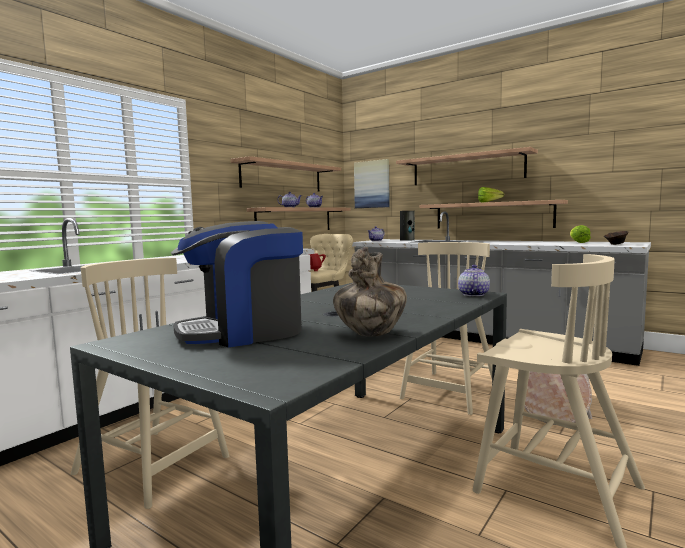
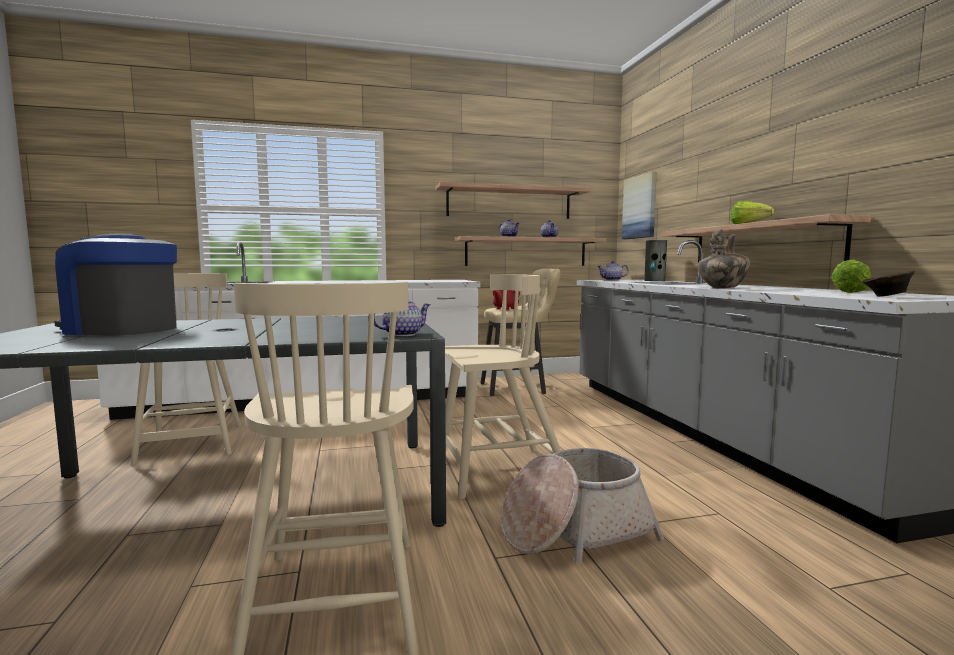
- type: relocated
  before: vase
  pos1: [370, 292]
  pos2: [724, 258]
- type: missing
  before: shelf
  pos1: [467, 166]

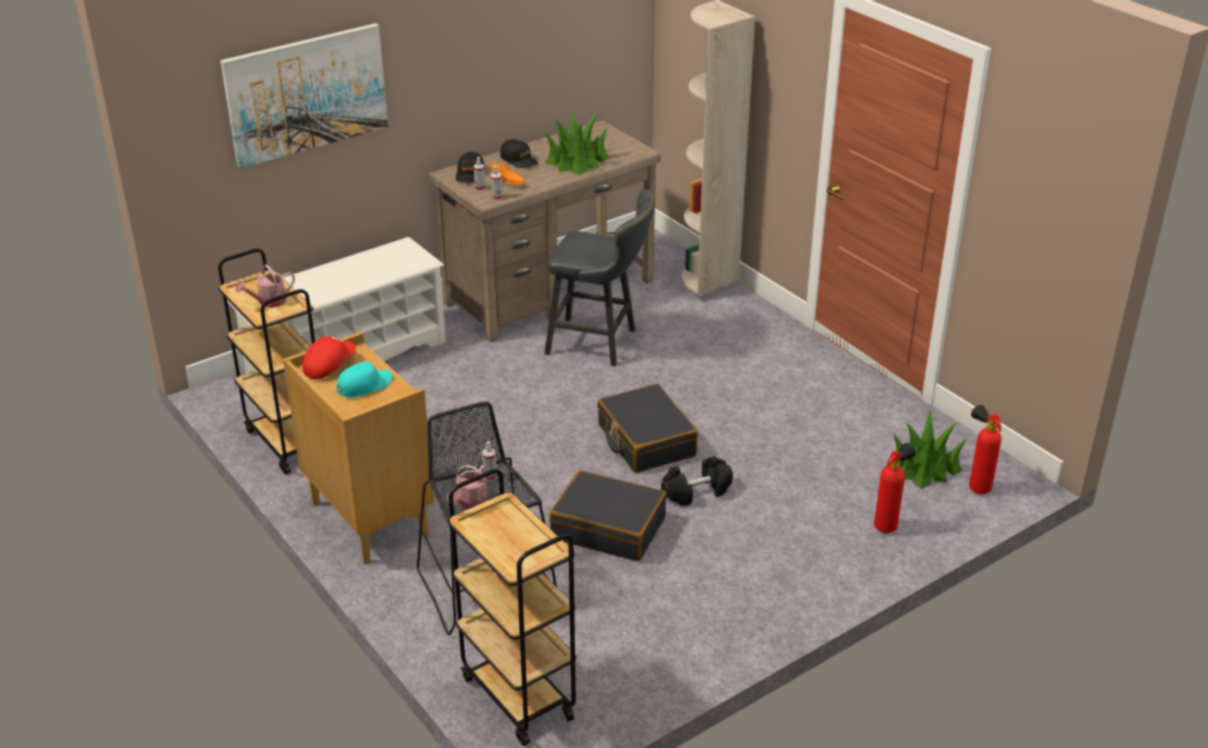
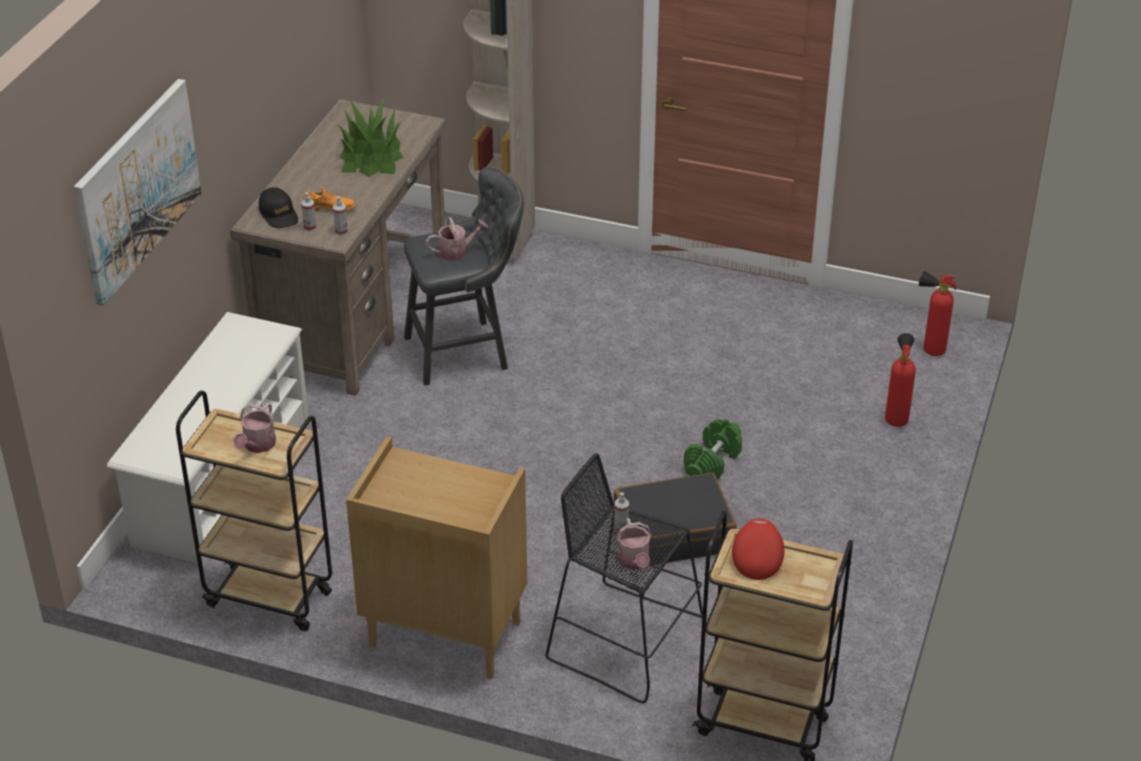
- type: relocated
  before: cap/red
  pos1: [329, 357]
  pos2: [758, 549]
- type: missing
  before: cap/turquoise
  pos1: [364, 380]
- type: missing
  before: cap/black
  pos1: [519, 153]
- type: missing
  before: suitcase/black
  pos1: [647, 428]
- type: colour
  before: dumbbell/black
  after: dumbbell/green
  pos1: [697, 481]
  pos2: [713, 449]
- type: missing
  before: potted plant
  pos1: [930, 449]
- type: appeared
  after: watering can
  pos2: [457, 238]

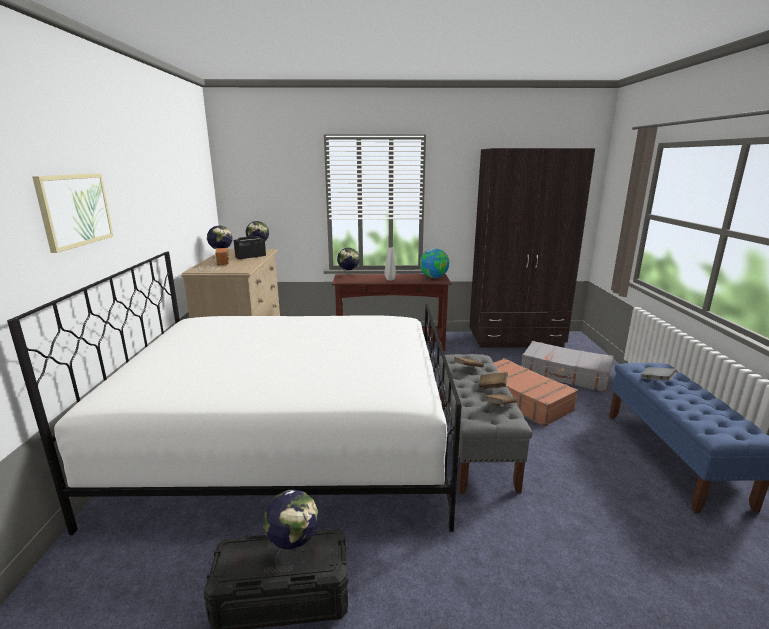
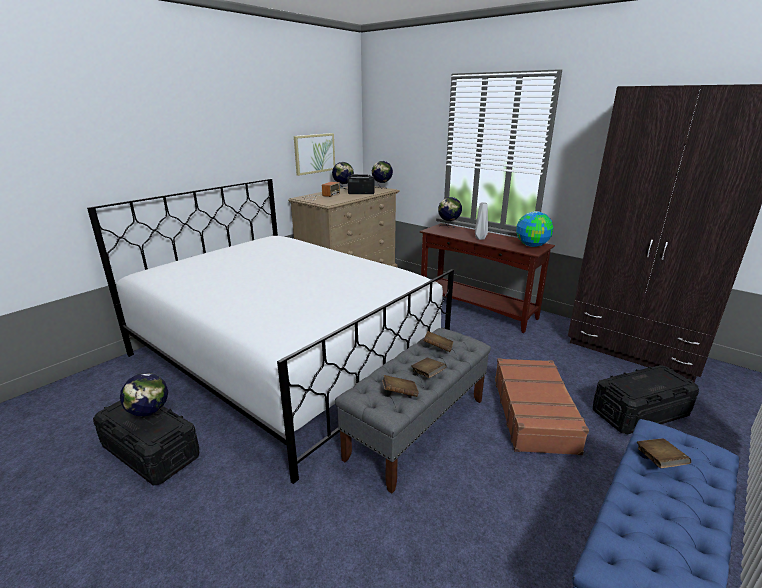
- type: relocated
  before: picture
  pos1: [73, 213]
  pos2: [314, 154]
- type: exchanged
  before: suitcase/grey
  after: storage box/black
  pos1: [567, 366]
  pos2: [646, 400]
- type: colour
  before: book/grey
  after: book/brown
  pos1: [659, 374]
  pos2: [664, 453]

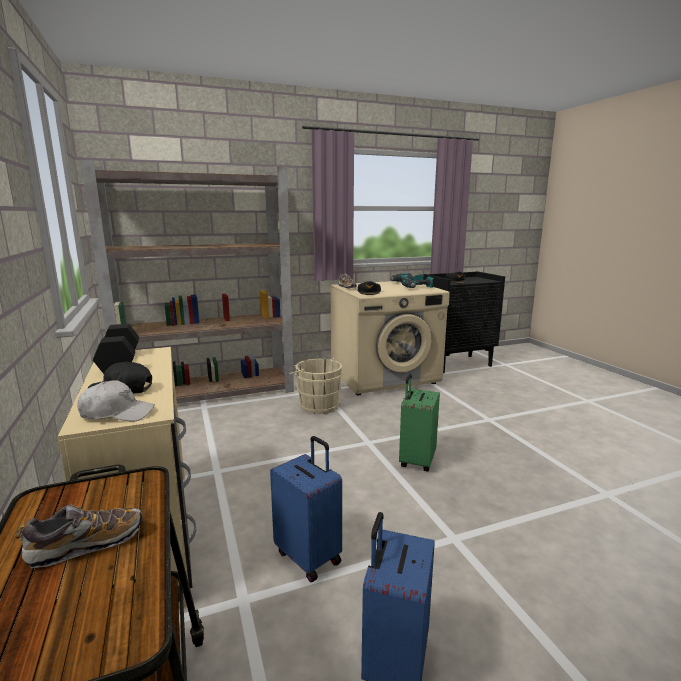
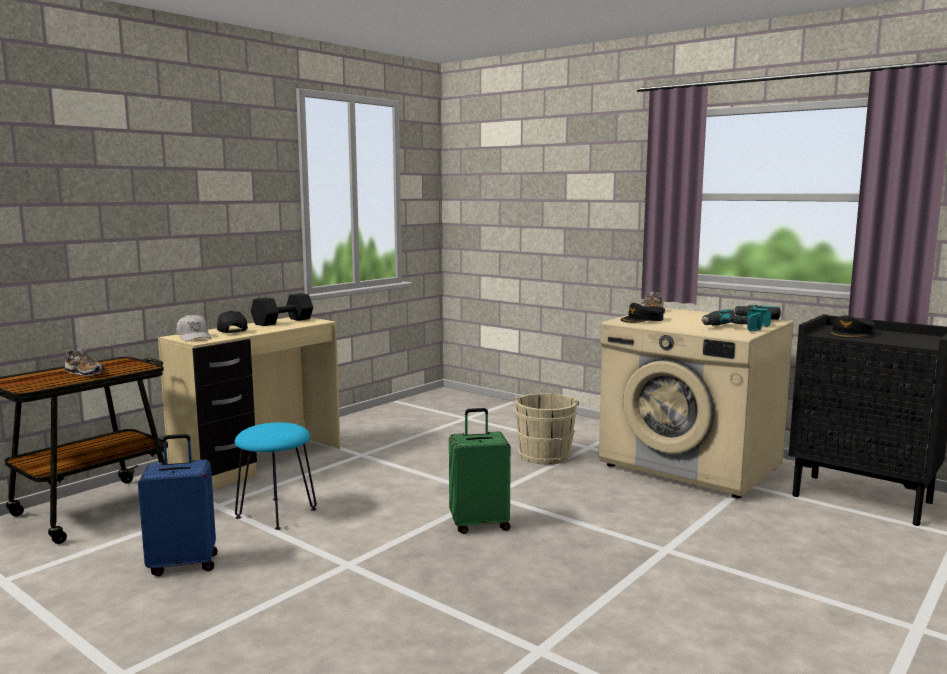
- type: missing
  before: bookcase/brown
  pos1: [187, 282]
- type: exchanged
  before: suitcase/blue
  after: stool/turquoise
  pos1: [306, 509]
  pos2: [276, 476]

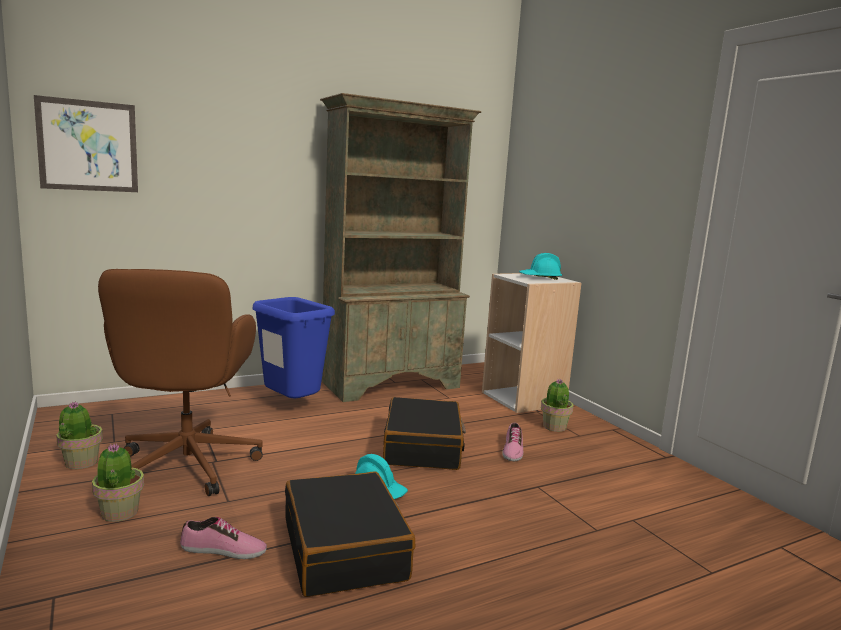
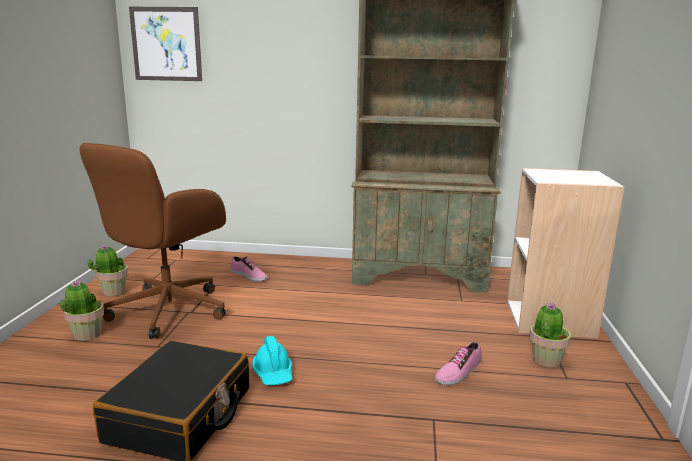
- type: relocated
  before: shoe
  pos1: [223, 538]
  pos2: [249, 268]
- type: missing
  before: trash can/blue
  pos1: [293, 347]
- type: missing
  before: suitcase/black
  pos1: [424, 433]
- type: missing
  before: hard hat/turquoise
  pos1: [540, 266]

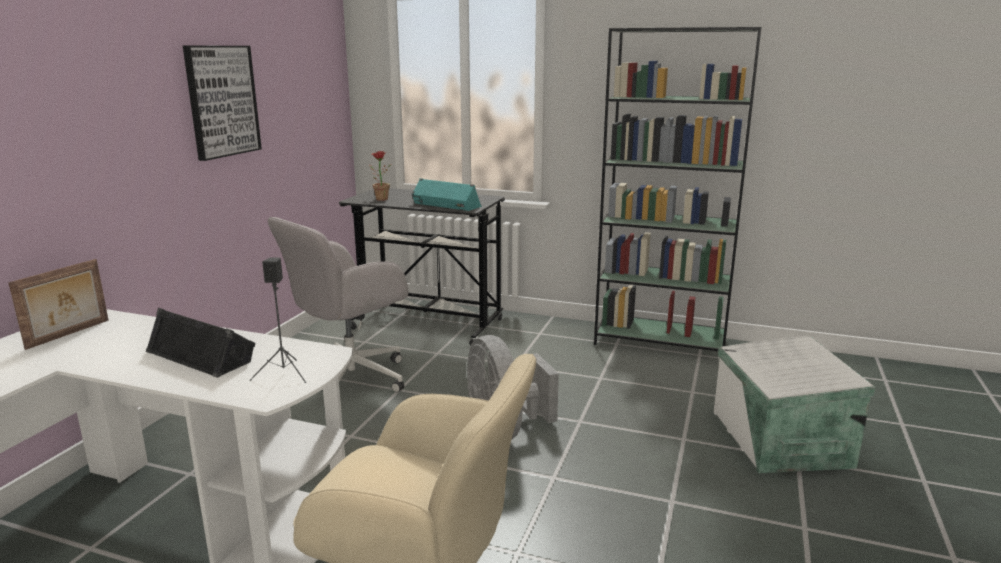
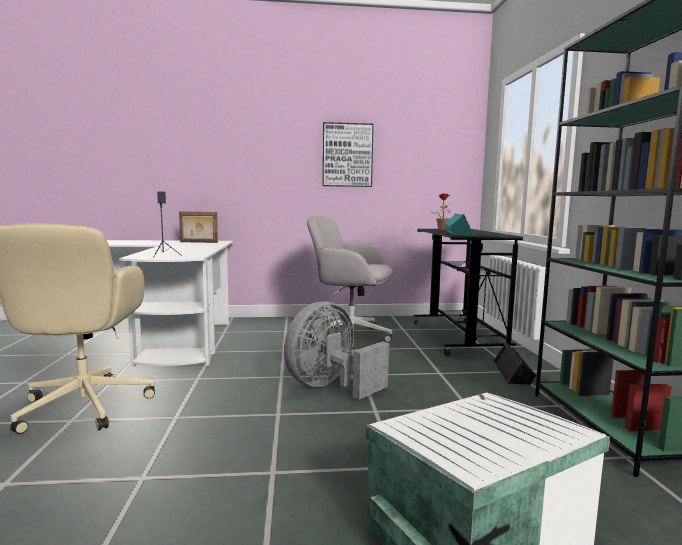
- type: relocated
  before: speaker/black
  pos1: [200, 343]
  pos2: [514, 363]

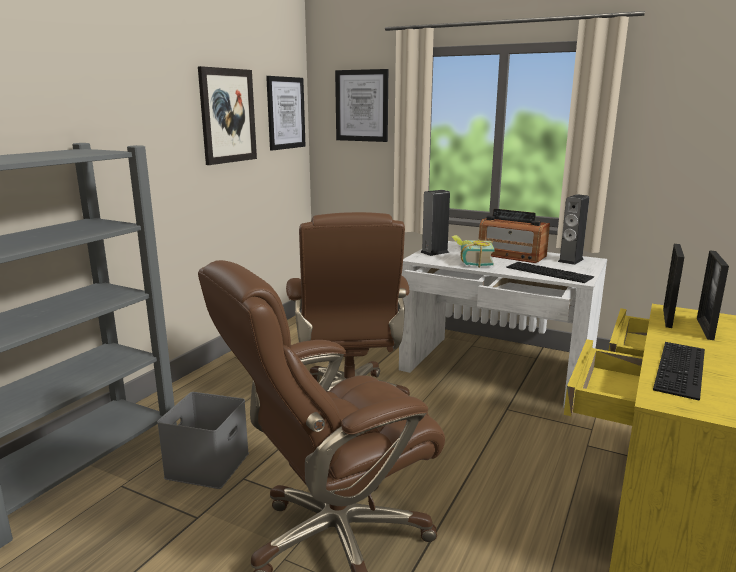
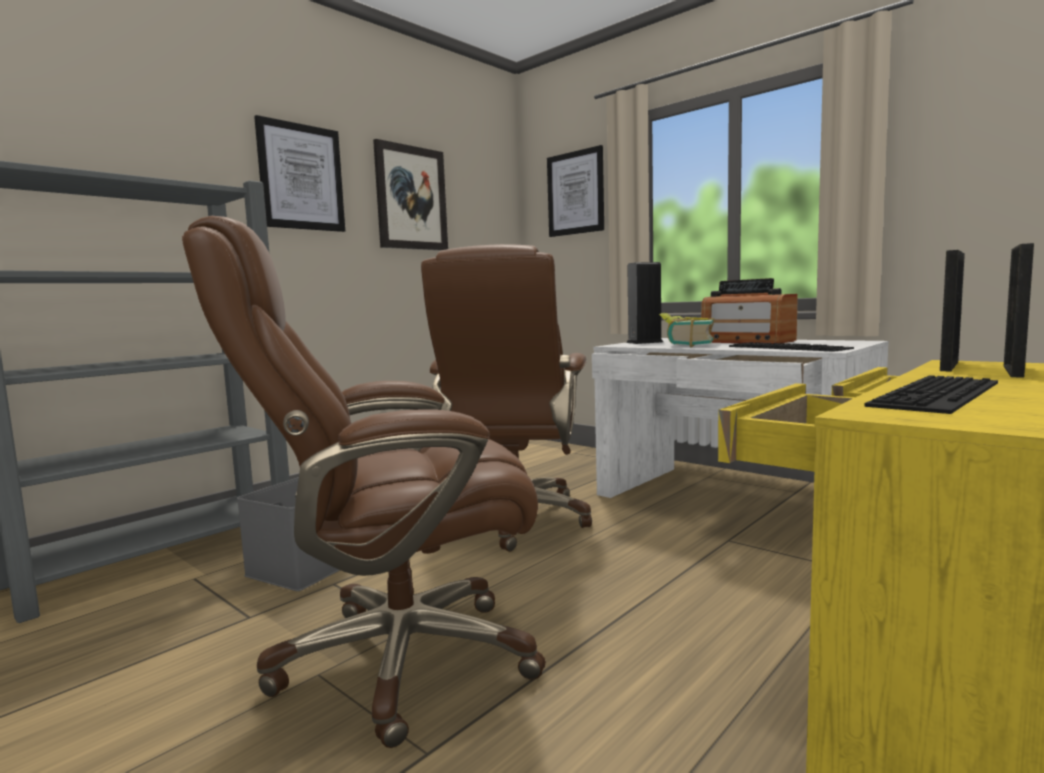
- type: relocated
  before: picture
  pos1: [286, 113]
  pos2: [299, 173]
- type: missing
  before: speaker
  pos1: [573, 229]

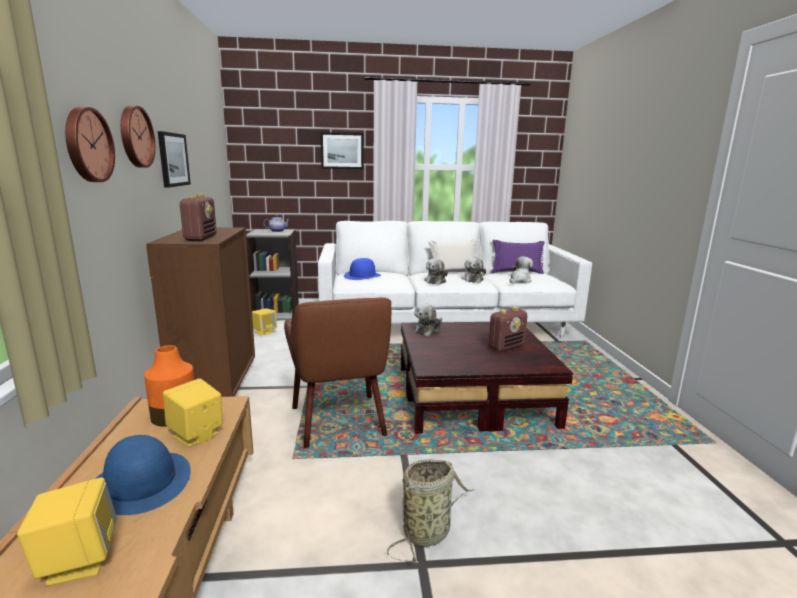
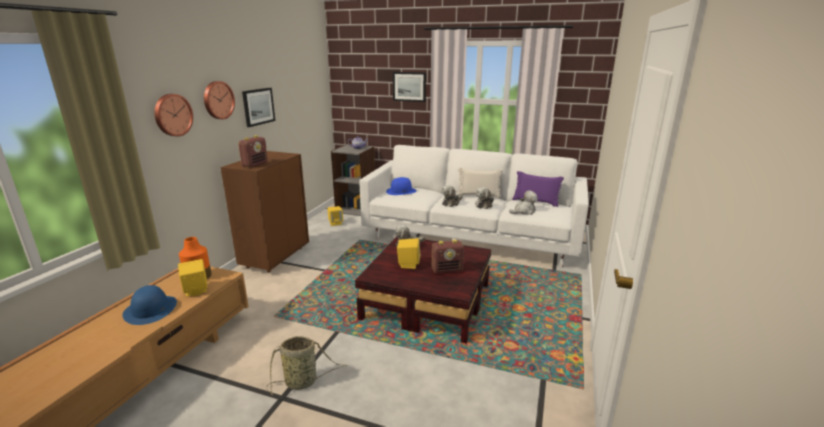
- type: relocated
  before: speaker/yellow
  pos1: [67, 531]
  pos2: [409, 253]
- type: missing
  before: armchair/brown
  pos1: [337, 372]

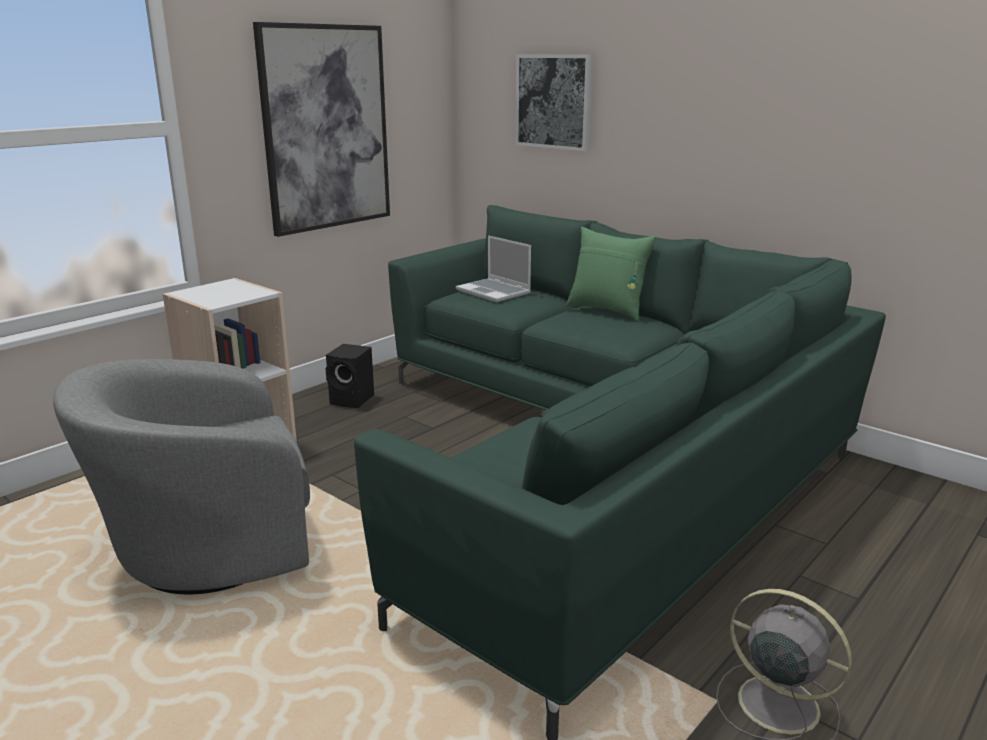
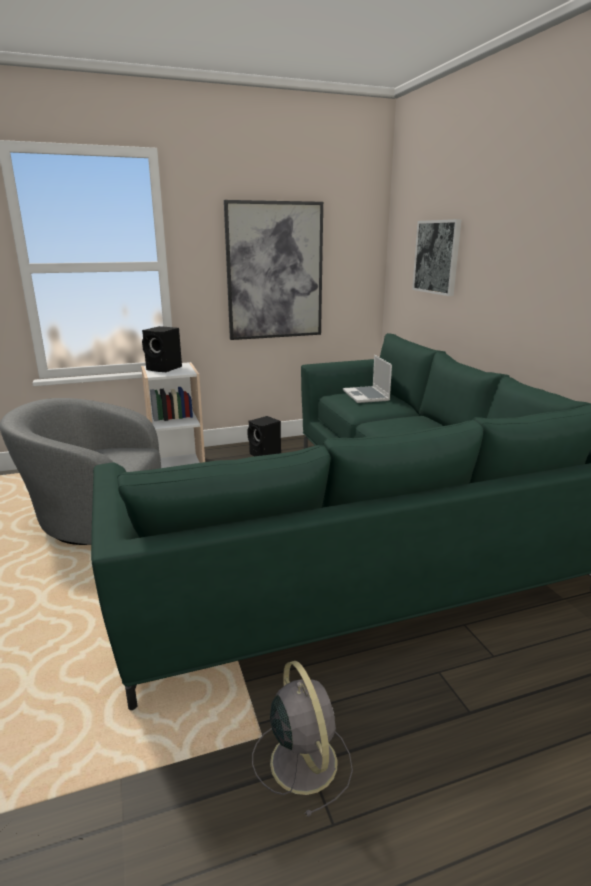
- type: missing
  before: pillow/green
  pos1: [610, 274]
- type: appeared
  after: speaker/black
  pos2: [162, 349]

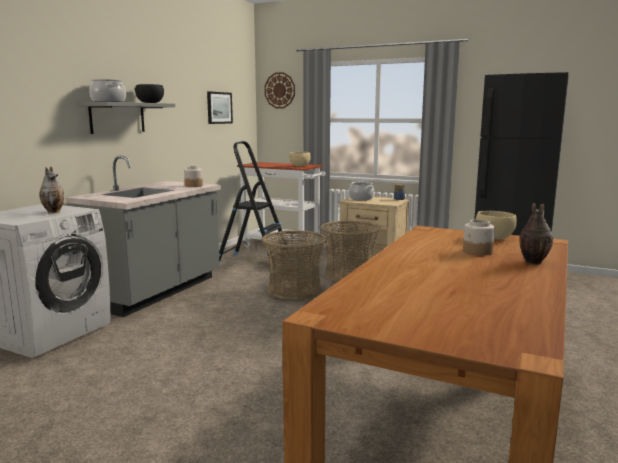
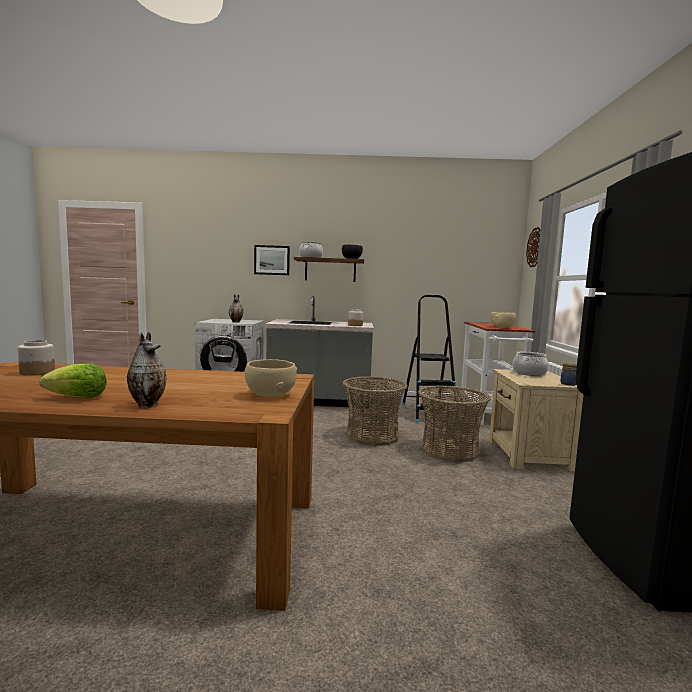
- type: colour
  before: shelf/grey
  after: shelf/brown
  pos1: [126, 118]
  pos2: [329, 269]
- type: relocated
  before: picture
  pos1: [220, 107]
  pos2: [272, 260]
- type: relocated
  before: jar
  pos1: [479, 237]
  pos2: [36, 358]
- type: appeared
  after: lettuce
  pos2: [73, 380]

